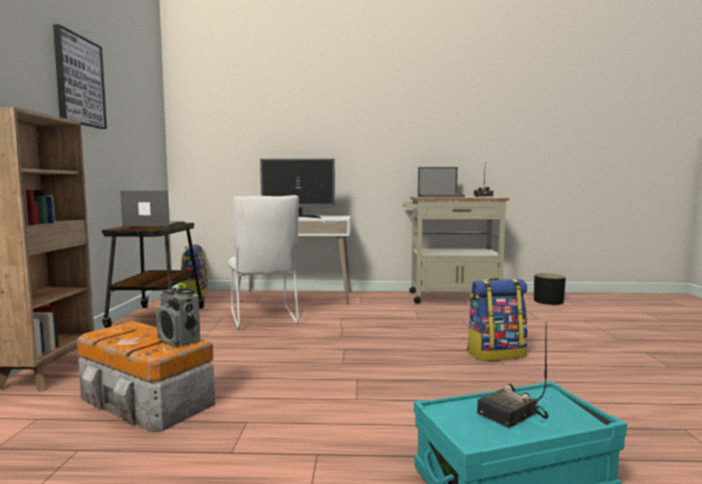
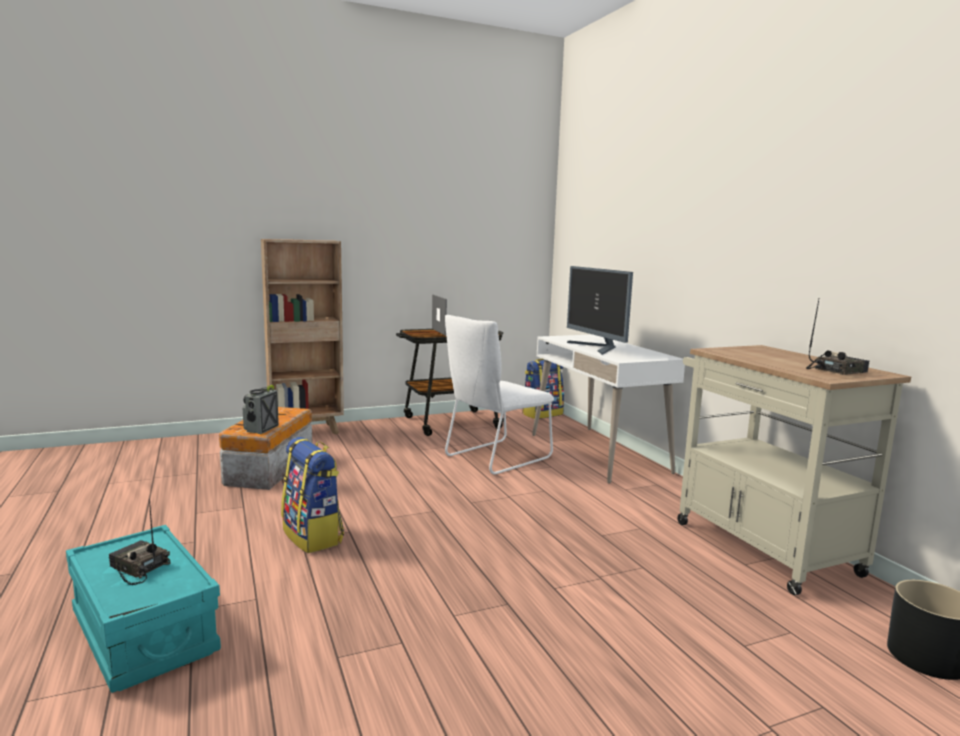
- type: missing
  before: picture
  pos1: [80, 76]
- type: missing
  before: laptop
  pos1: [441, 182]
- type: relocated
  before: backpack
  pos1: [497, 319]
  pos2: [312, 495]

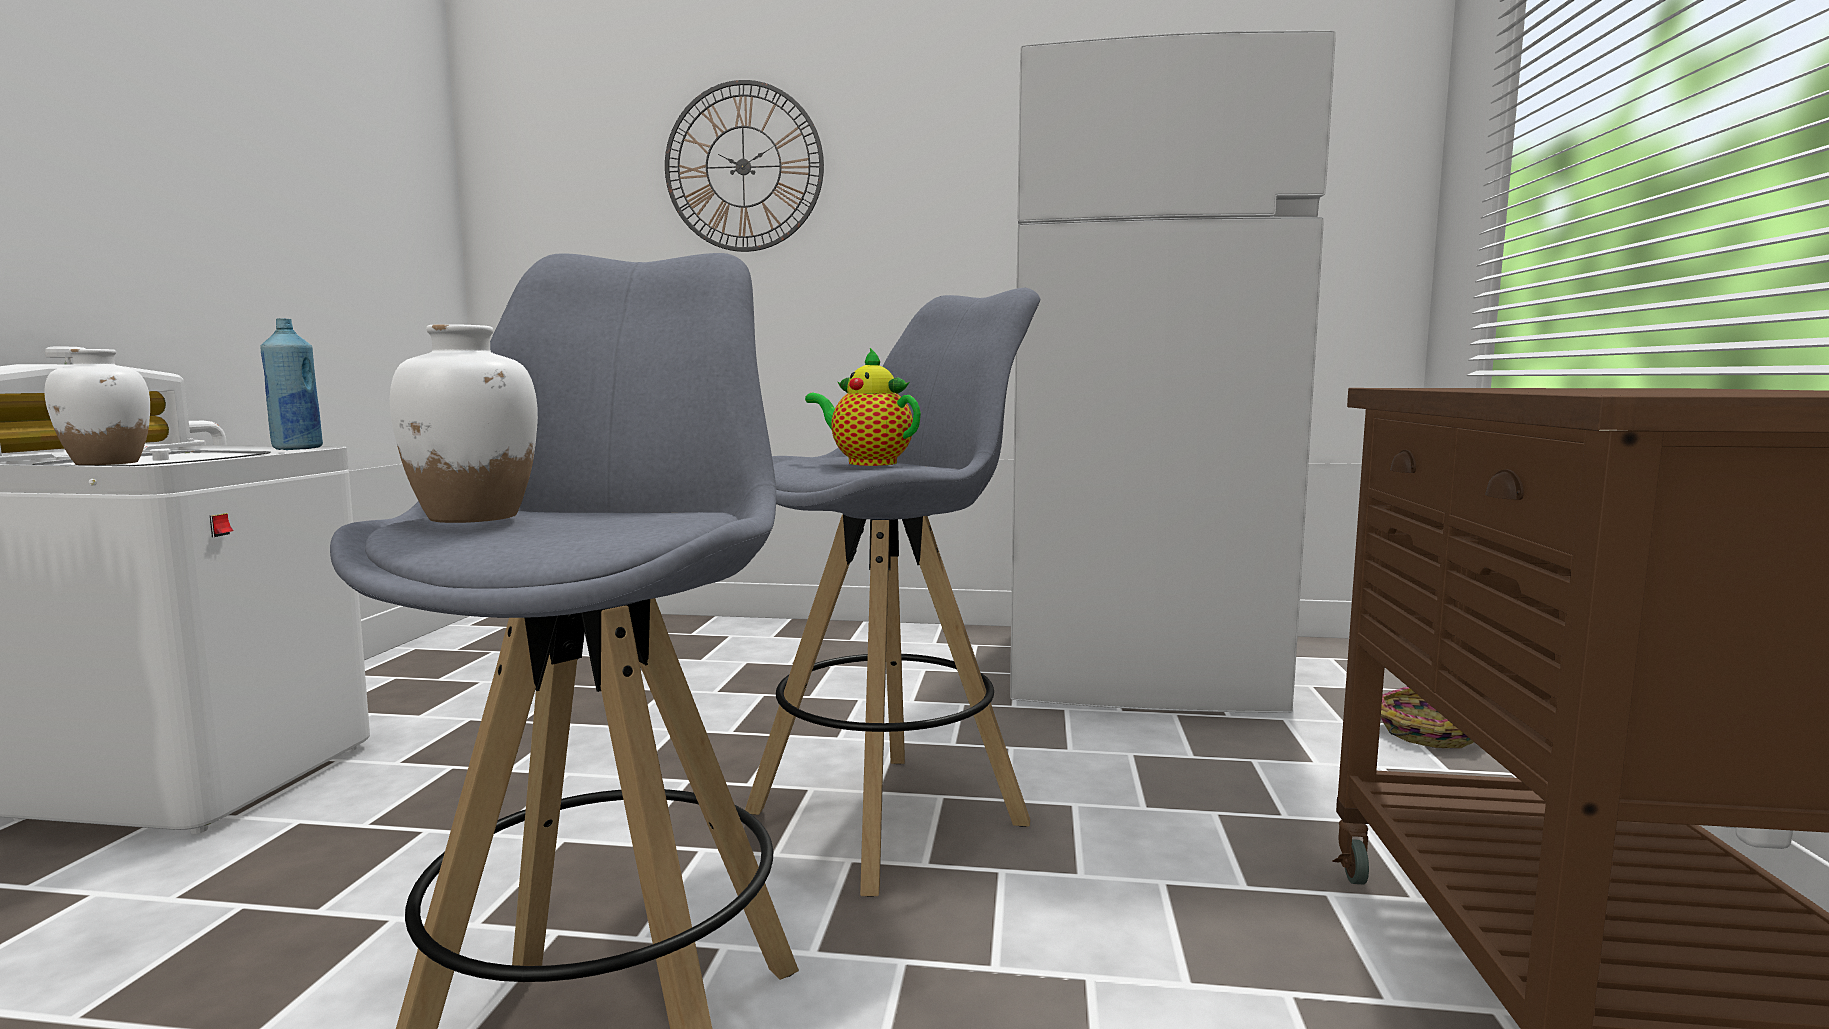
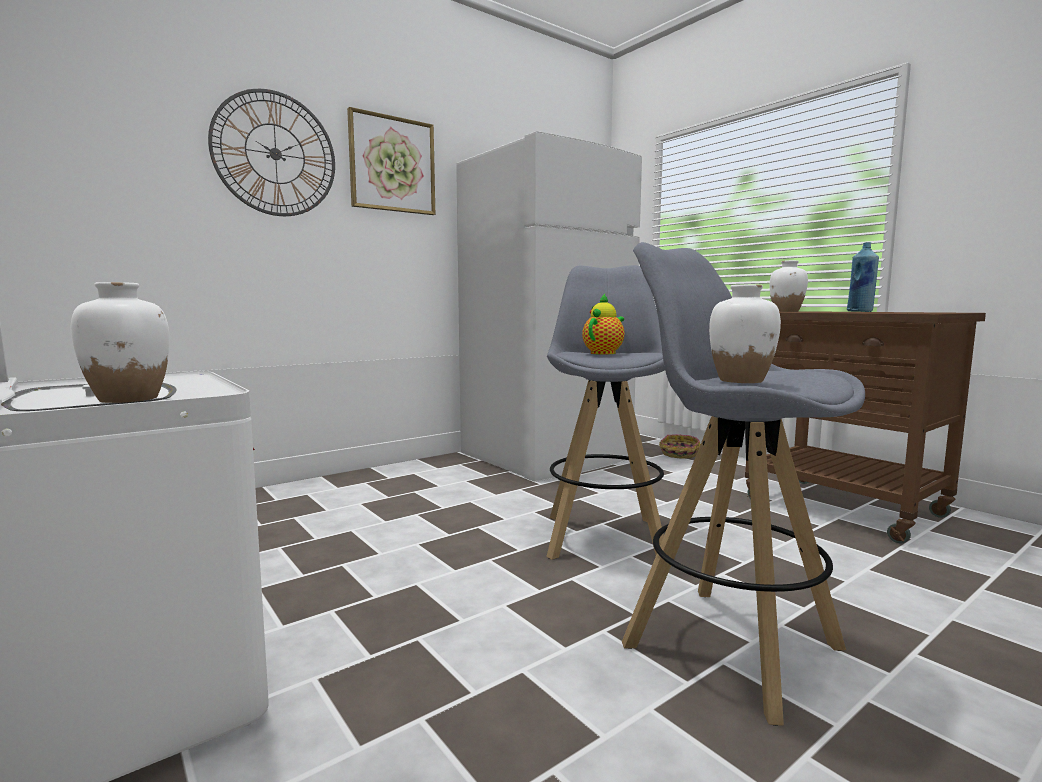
- type: relocated
  before: bottle/blue
  pos1: [291, 384]
  pos2: [863, 277]
- type: spun
  before: teapot
  pos1: [863, 407]
  pos2: [603, 324]
  turn: 135
- type: appeared
  after: picture
  pos2: [391, 161]
- type: appeared
  after: vase/white
  pos2: [788, 286]

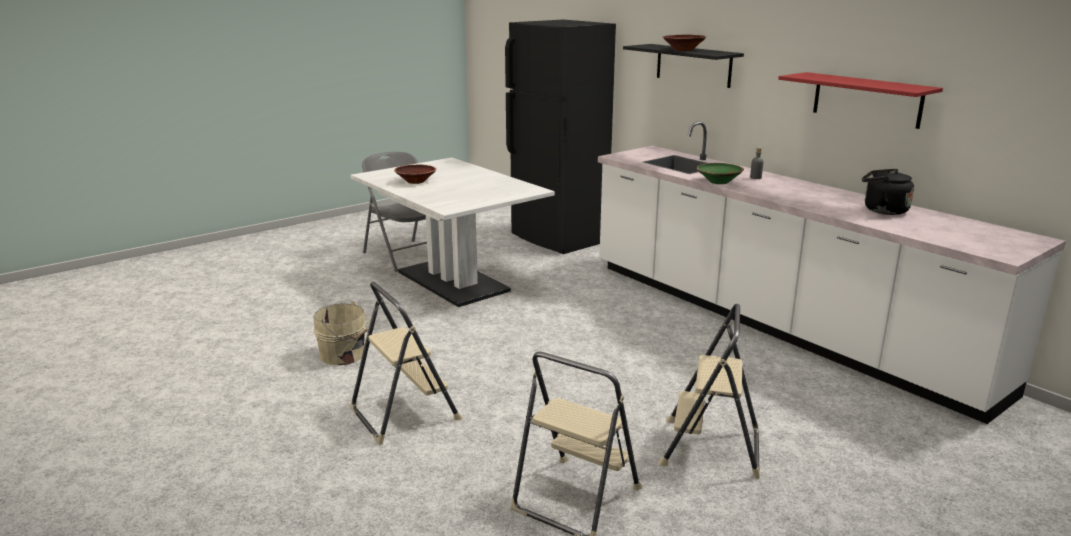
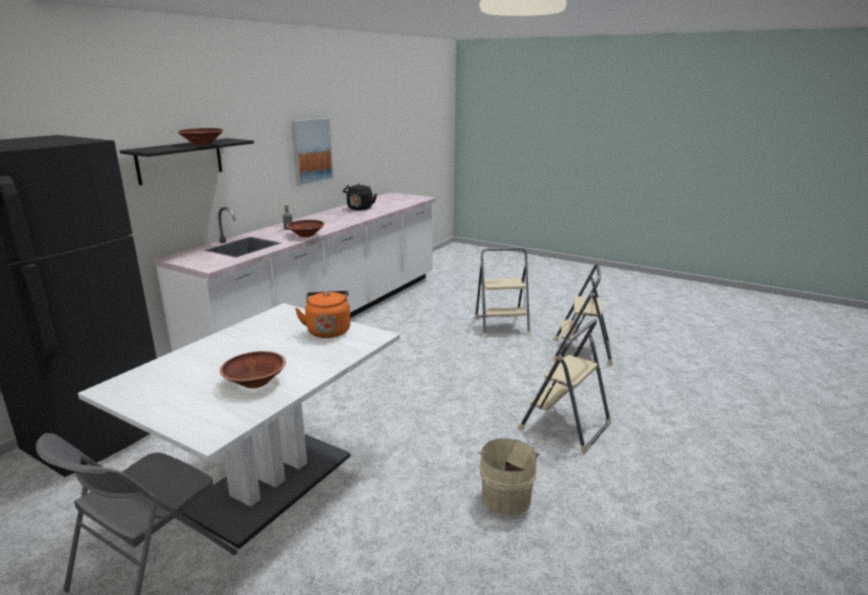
- type: colour
  before: bowl/green
  after: bowl/brown
  pos1: [720, 173]
  pos2: [306, 228]
- type: exchanged
  before: shelf/red
  after: picture
  pos1: [860, 100]
  pos2: [312, 152]
- type: appeared
  after: kettle/orange
  pos2: [323, 314]

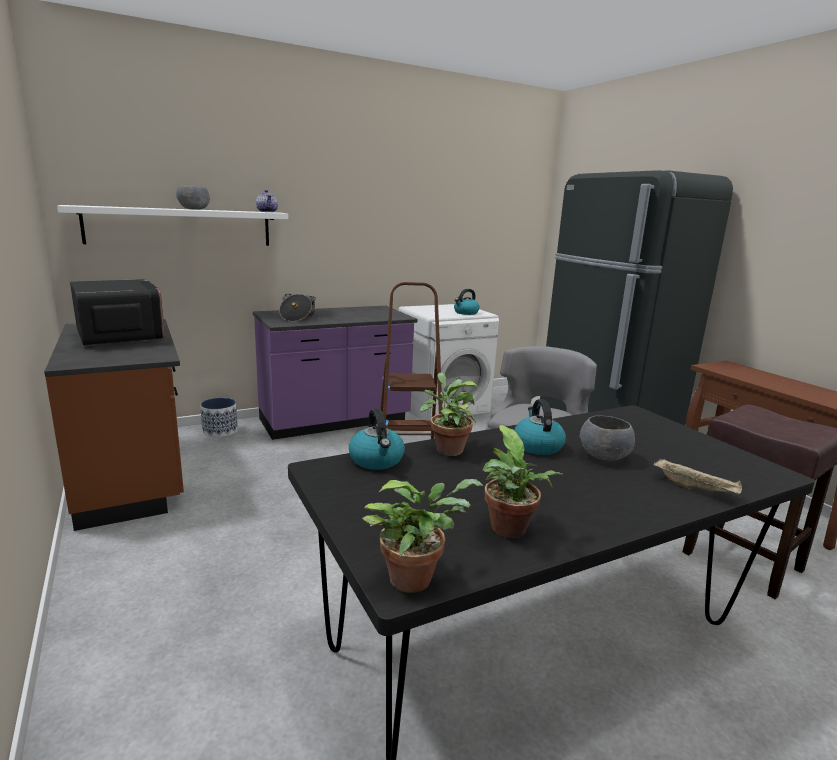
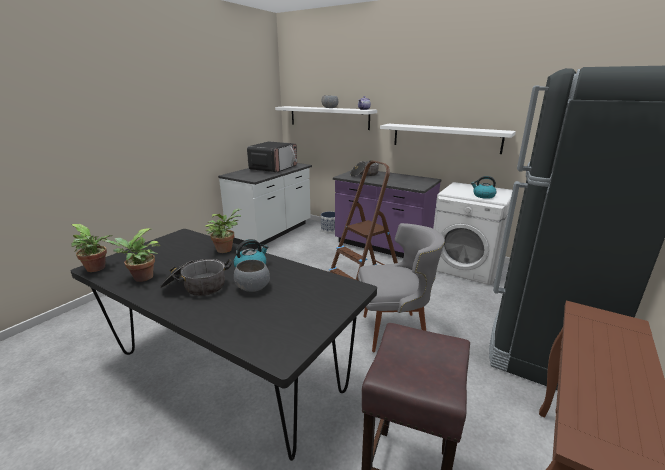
- type: colour
  before: counter/brown
  after: counter/white
  pos1: [114, 425]
  pos2: [265, 206]
- type: missing
  before: kettle
  pos1: [377, 439]
- type: missing
  before: tray/beige
  pos1: [698, 476]
- type: appeared
  after: cooking pot
  pos2: [196, 277]
- type: appeared
  after: shelf/white
  pos2: [448, 139]

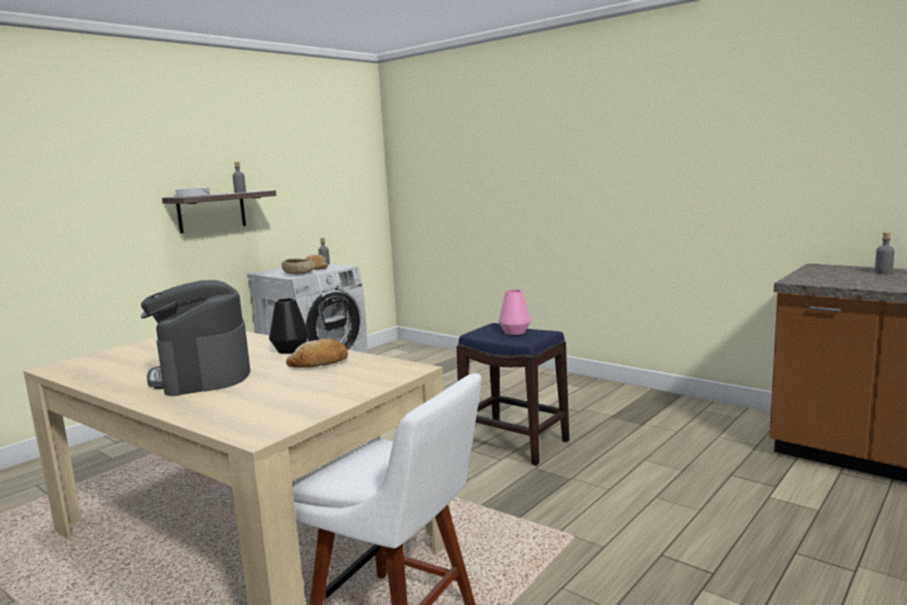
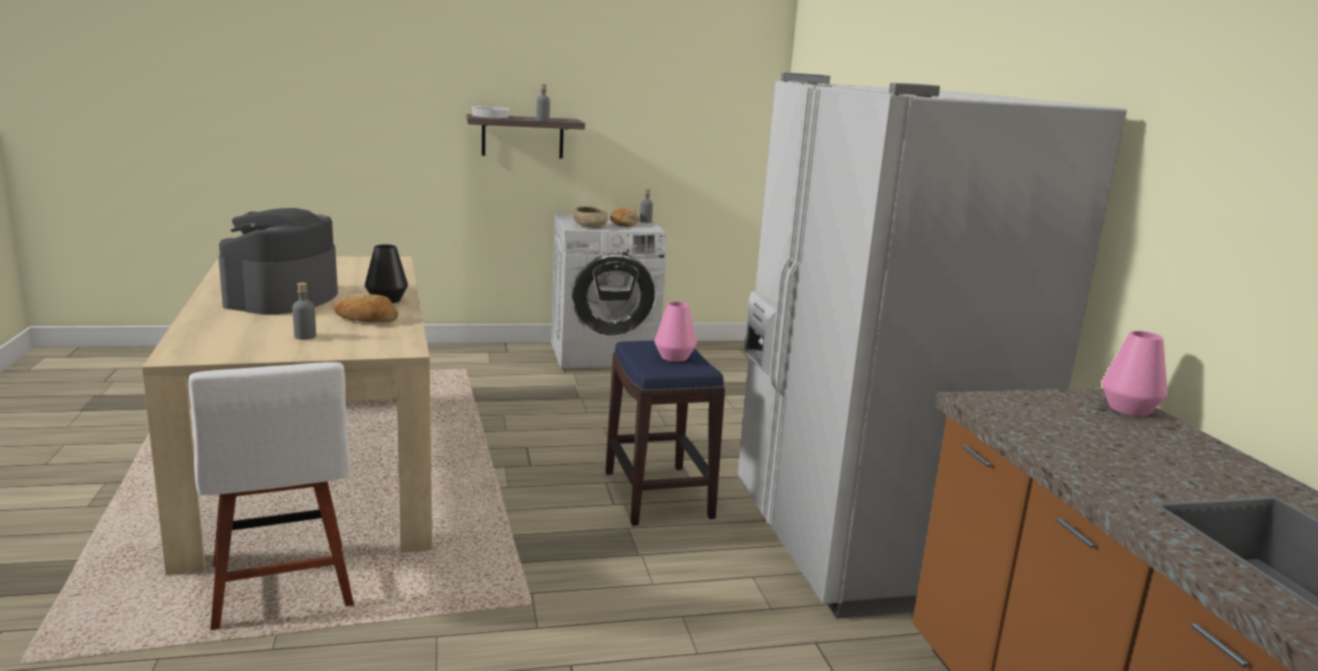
- type: relocated
  before: bottle/grey
  pos1: [885, 253]
  pos2: [304, 311]
- type: appeared
  after: fridge/white
  pos2: [932, 345]
- type: appeared
  after: vase/pink
  pos2: [1135, 373]

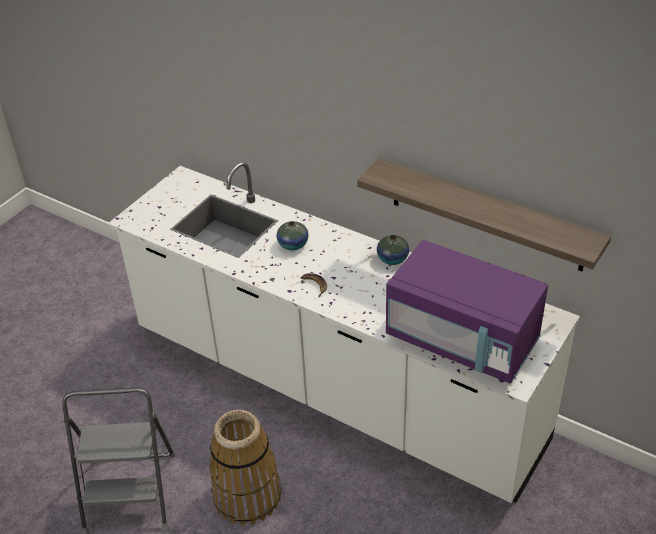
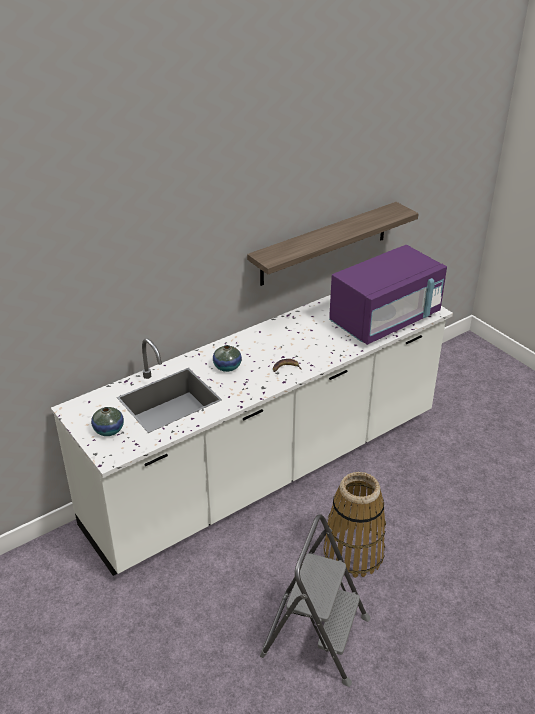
- type: relocated
  before: vase
  pos1: [393, 250]
  pos2: [107, 421]

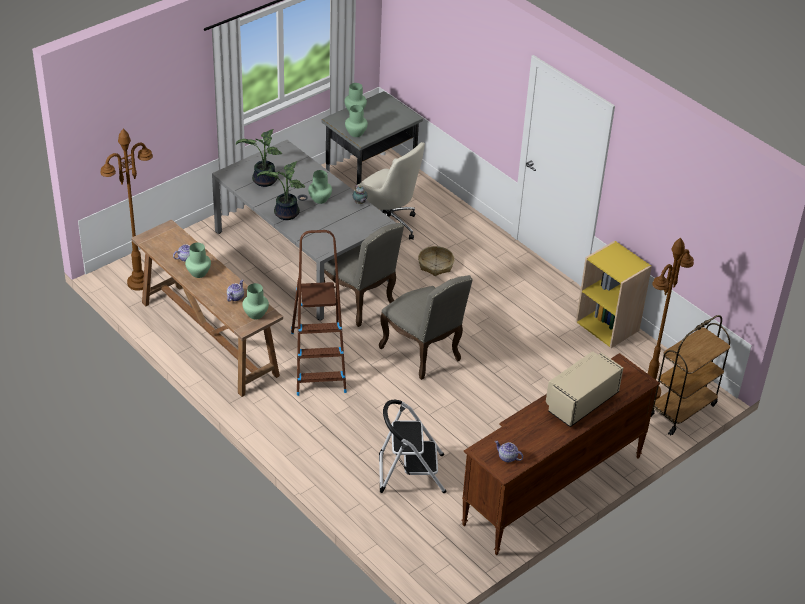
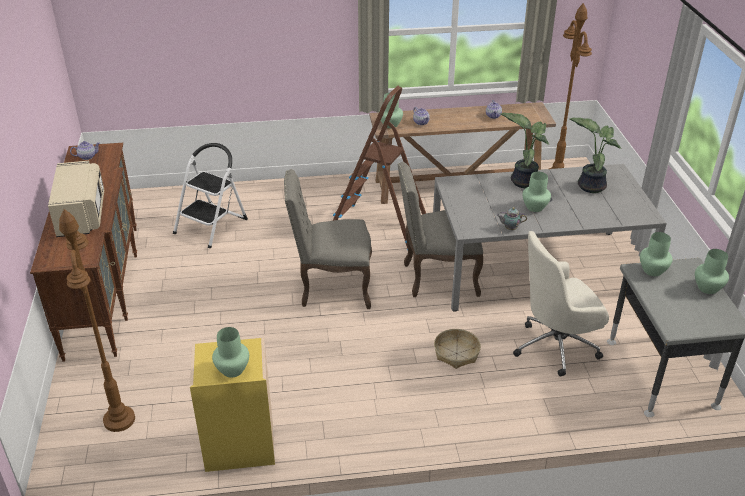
- type: relocated
  before: vase/green
  pos1: [198, 260]
  pos2: [230, 352]
- type: missing
  before: cart/brown
  pos1: [690, 375]

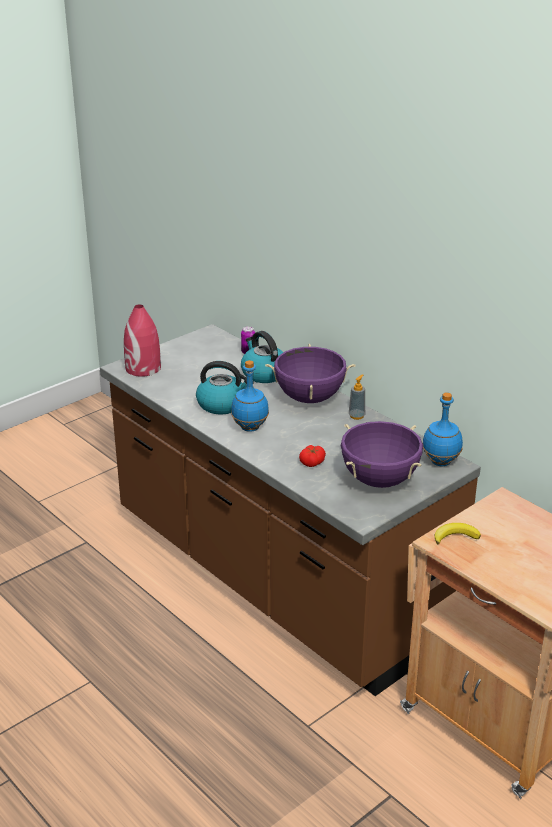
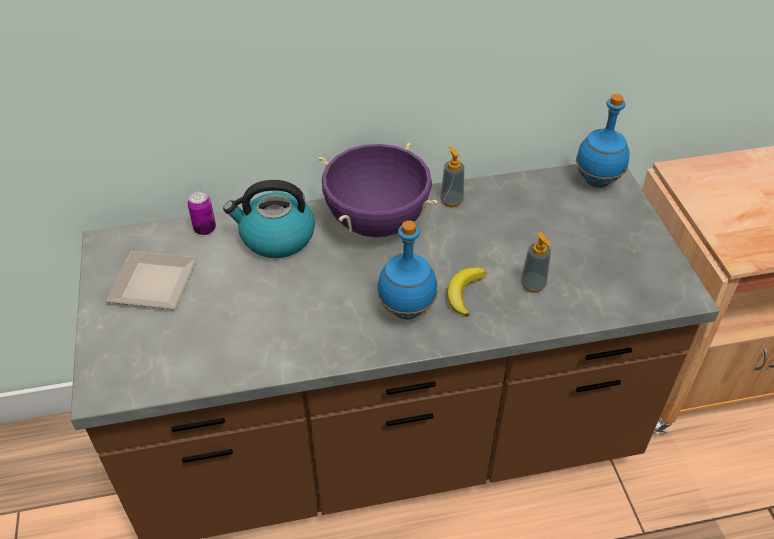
- type: missing
  before: vase/red
  pos1: [142, 340]
- type: missing
  before: kettle
  pos1: [225, 387]
- type: exchanged
  before: tomato
  after: soap dispenser
  pos1: [312, 456]
  pos2: [536, 262]
- type: missing
  before: cooking pot/purple
  pos1: [382, 454]
- type: relocated
  before: banana
  pos1: [458, 534]
  pos2: [467, 292]
- type: appeared
  after: plate
  pos2: [151, 280]

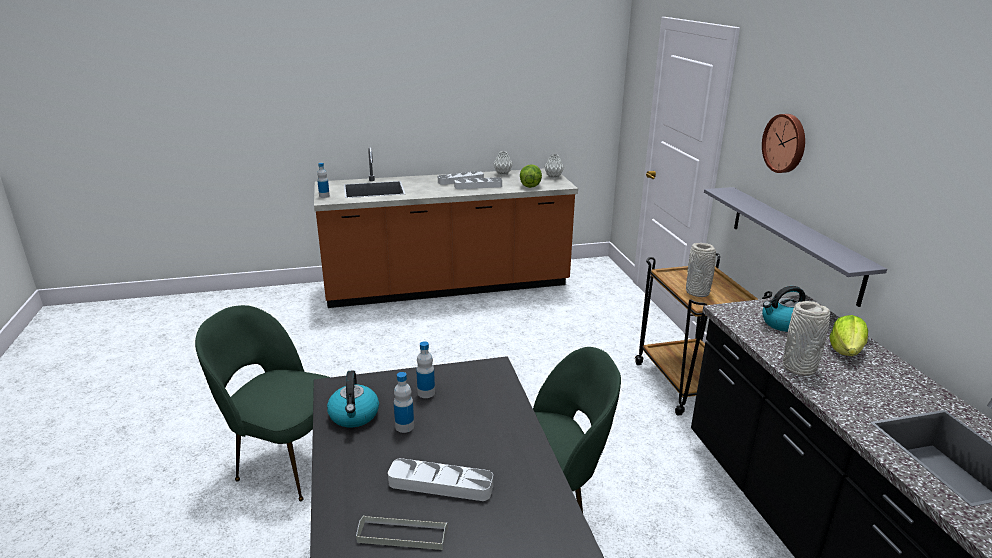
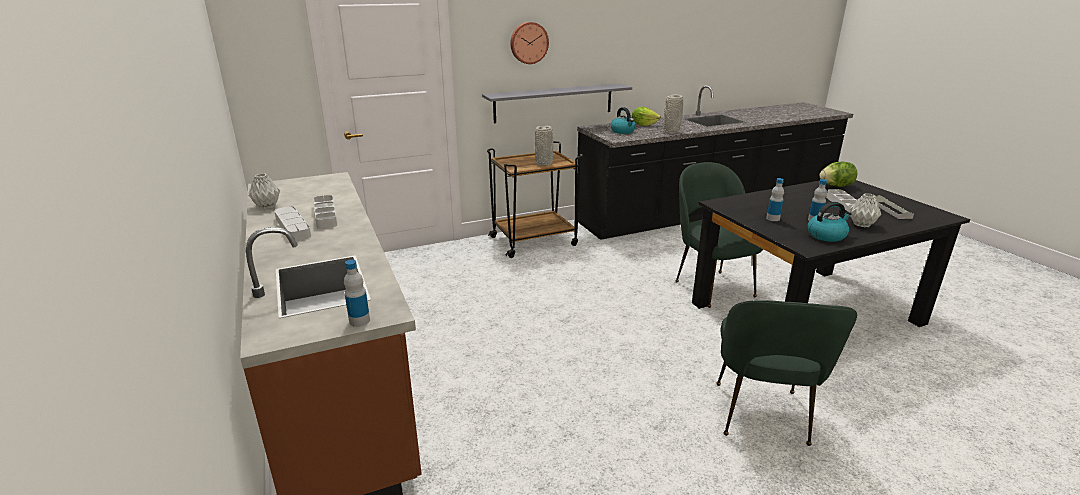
- type: relocated
  before: lettuce
  pos1: [531, 176]
  pos2: [838, 174]
- type: relocated
  before: vase/grey
  pos1: [554, 166]
  pos2: [865, 210]

